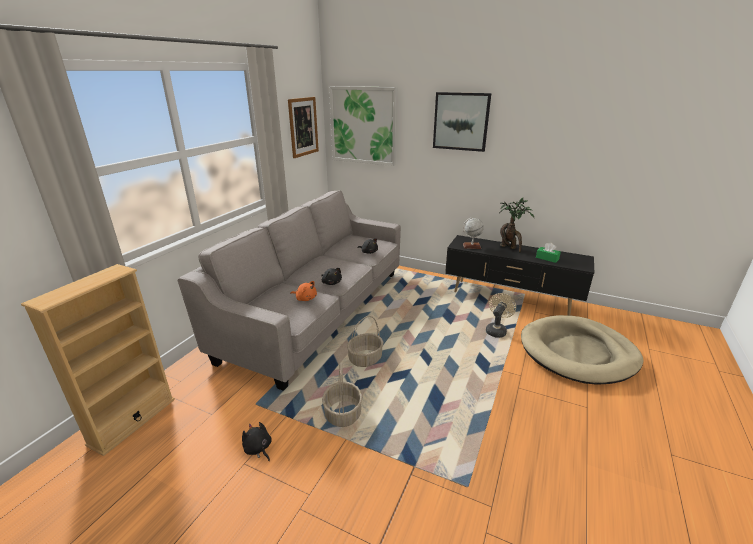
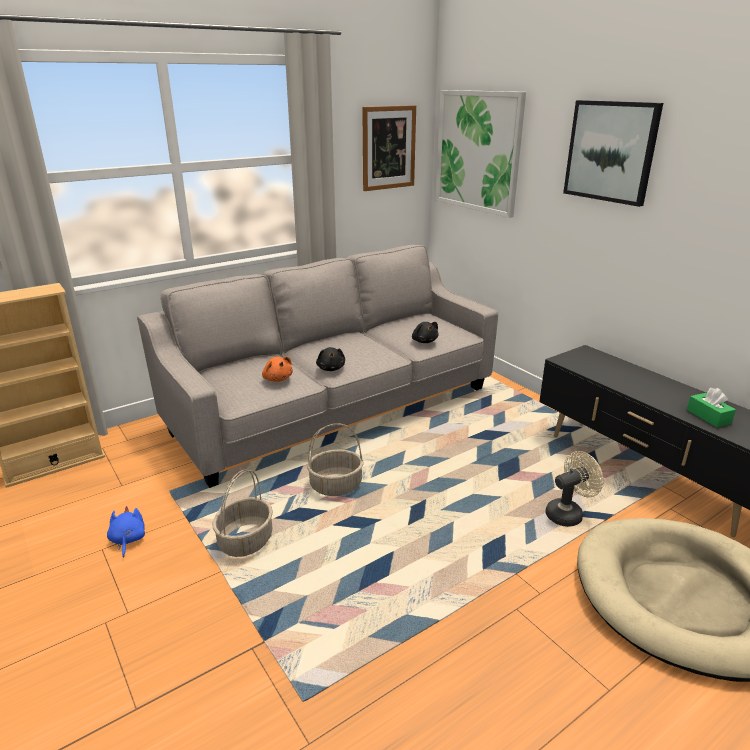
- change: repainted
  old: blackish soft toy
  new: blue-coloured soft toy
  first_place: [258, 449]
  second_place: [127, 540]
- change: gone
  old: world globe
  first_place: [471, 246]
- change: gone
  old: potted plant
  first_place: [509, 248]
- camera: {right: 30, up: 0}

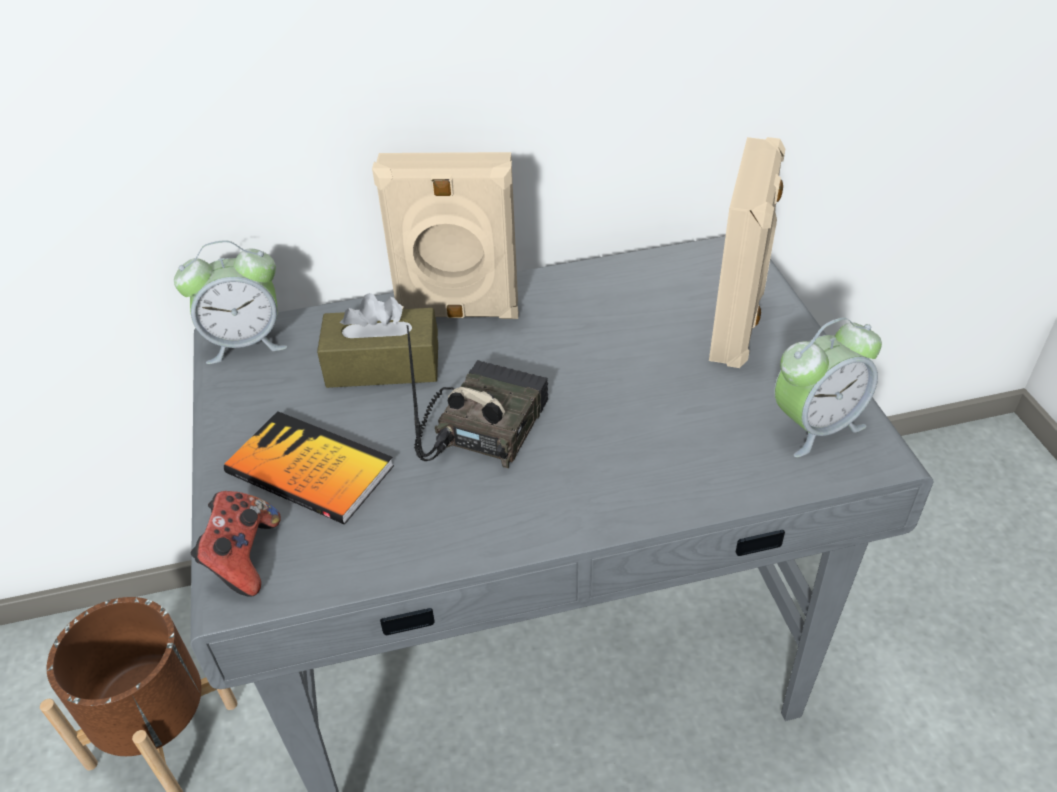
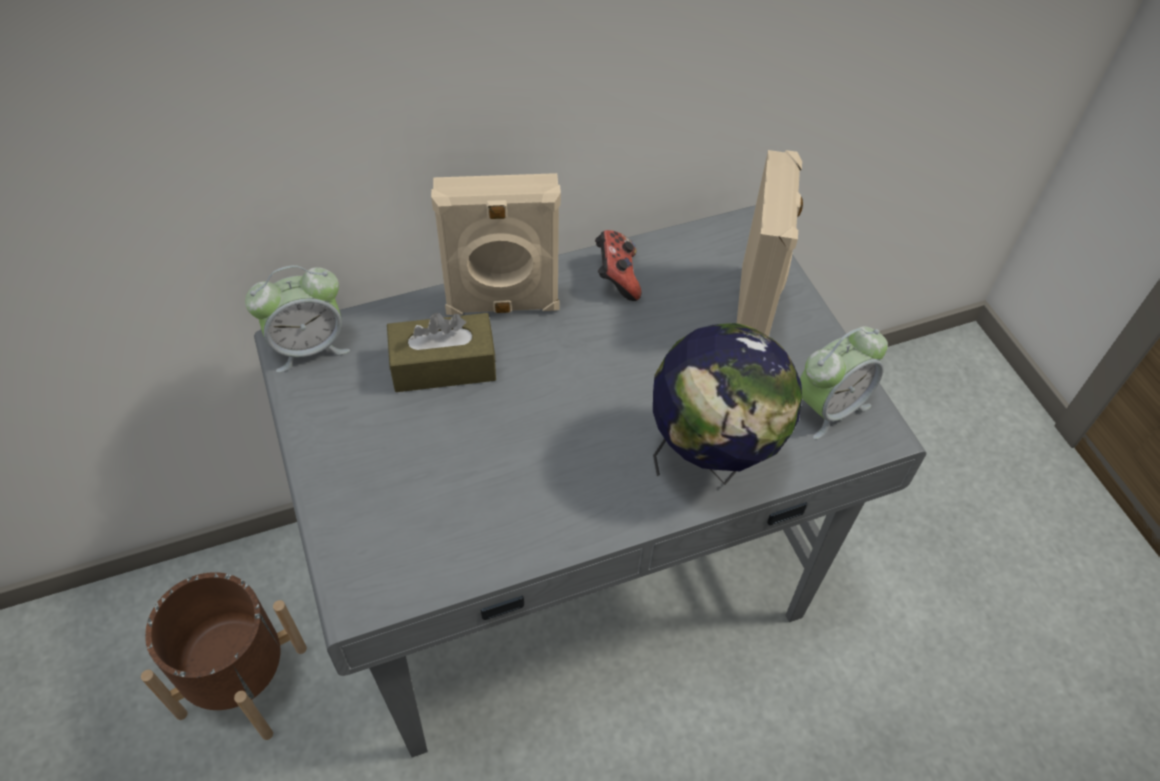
- change: shifted
  old: gamepad
  first_place: [242, 558]
  second_place: [616, 278]
- change: gone
  old: volume
  first_place: [310, 470]
- change: gone
  old: radio receiver
  first_place: [482, 426]
- change: new
  new: world globe
  second_place: [711, 459]
- camera: {right: -10, up: 10}

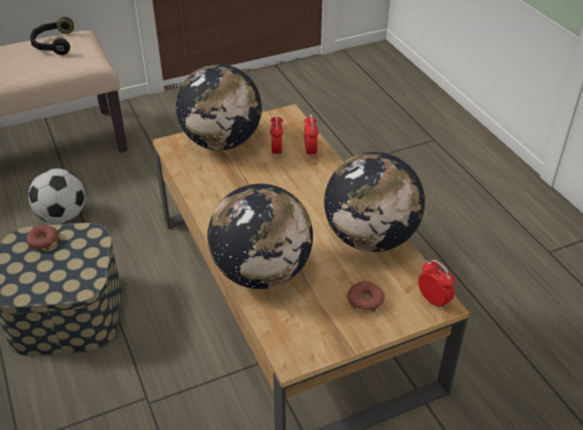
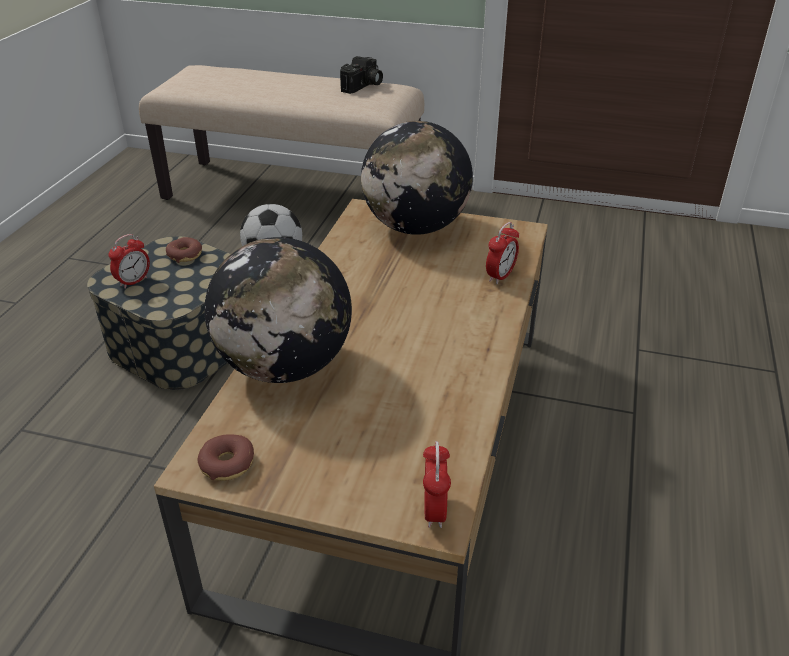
- change: swapped
  old: blackish headphones
  new: still camera
  first_place: [53, 44]
  second_place: [363, 86]
- change: shifted
  old: bedside clock
  first_place: [277, 151]
  second_place: [133, 281]
- change: gone
  old: world globe
  first_place: [370, 238]
- change: shifted
  old: ring doughnut
  first_place: [365, 301]
  second_place: [227, 464]
- camera: {right: 40, up: -5}

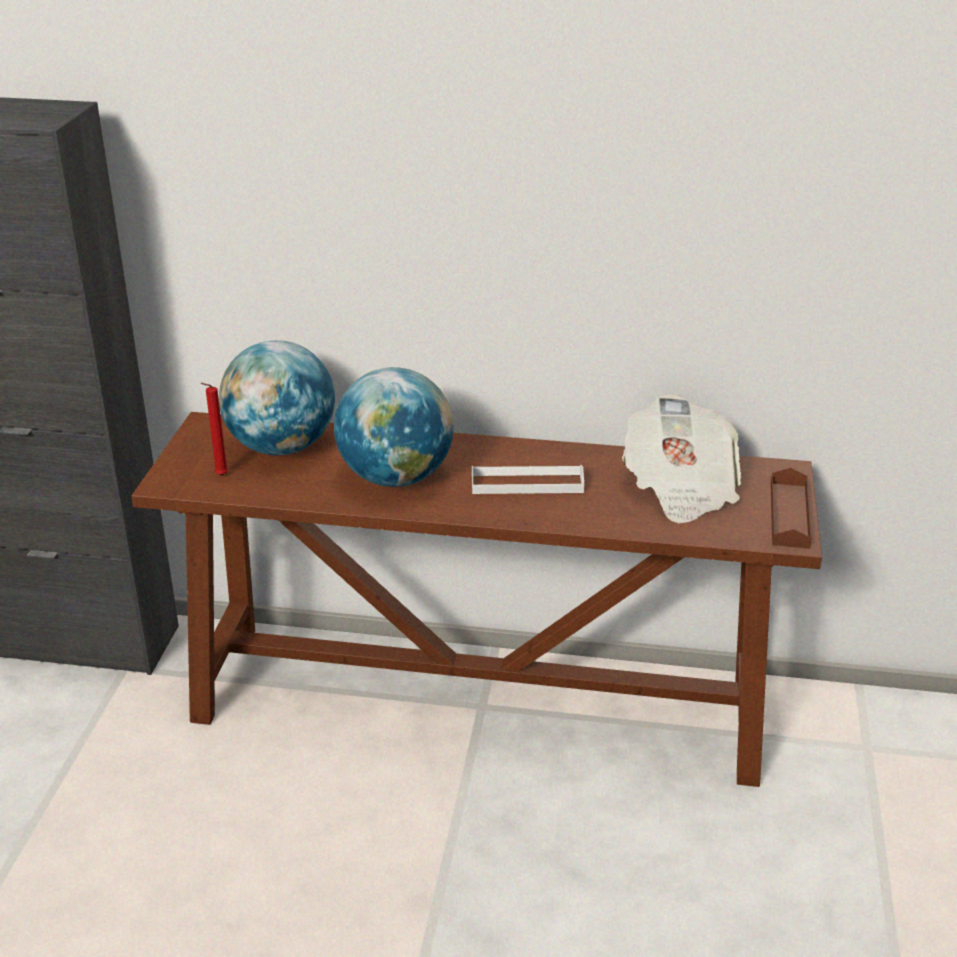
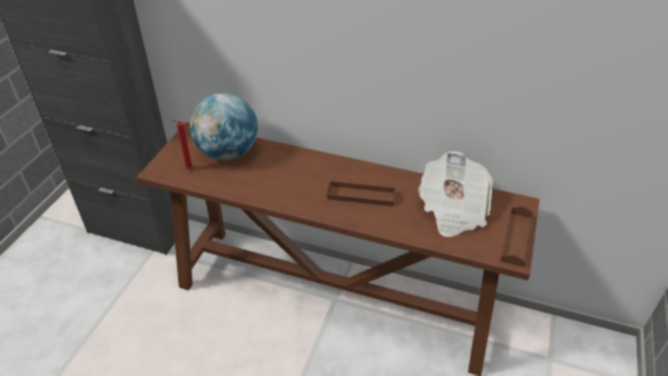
- change: gone
  old: world globe
  first_place: [396, 478]
- change: repainted
  old: whitish tray
  new: brownish tray
  first_place: [527, 484]
  second_place: [361, 195]
- camera: {right: 10, up: 10}

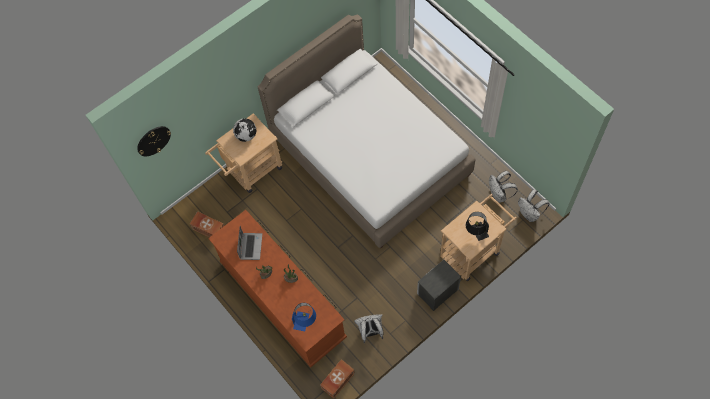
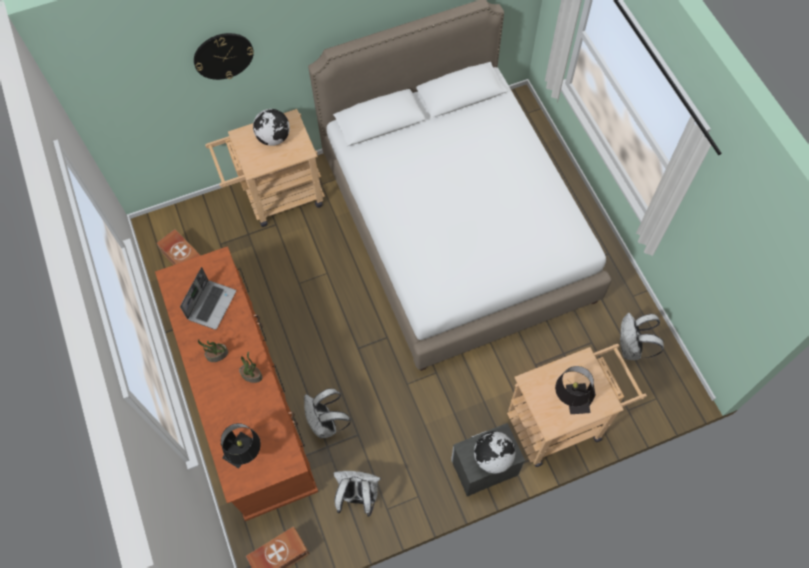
- change: shifted
  old: clock on the wall
  first_place: [153, 140]
  second_place: [223, 56]
- change: repainted
  old: blue-coloured table lamp
  new: blackish table lamp
  first_place: [305, 322]
  second_place: [245, 453]
- change: shifted
  old: whitish knapsack
  first_place: [530, 214]
  second_place: [326, 424]
- change: new
  new: world globe
  second_place: [492, 457]
- camera: {right: 15, up: 0}

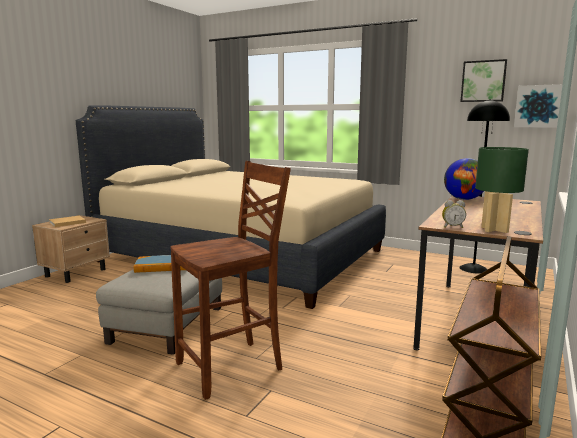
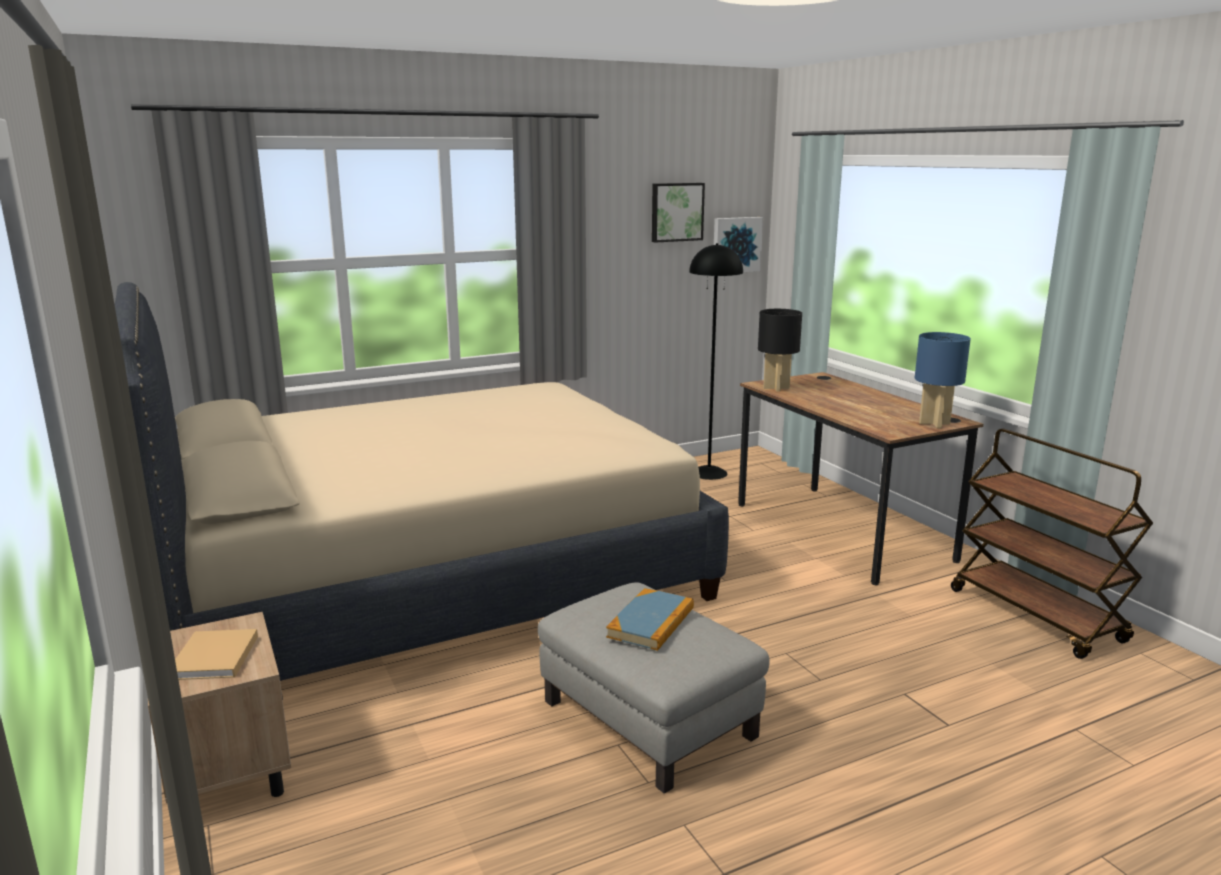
- change: gone
  old: brownish chair
  first_place: [232, 367]
- change: gone
  old: bedside clock
  first_place: [452, 227]
- change: swapped
  old: world globe
  new: blackish table lamp
  first_place: [464, 199]
  second_place: [776, 388]
- change: repainted
  old: green table lamp
  new: blue-coloured table lamp
  first_place: [494, 229]
  second_place: [934, 423]
- camera: {right: -55, up: 5}

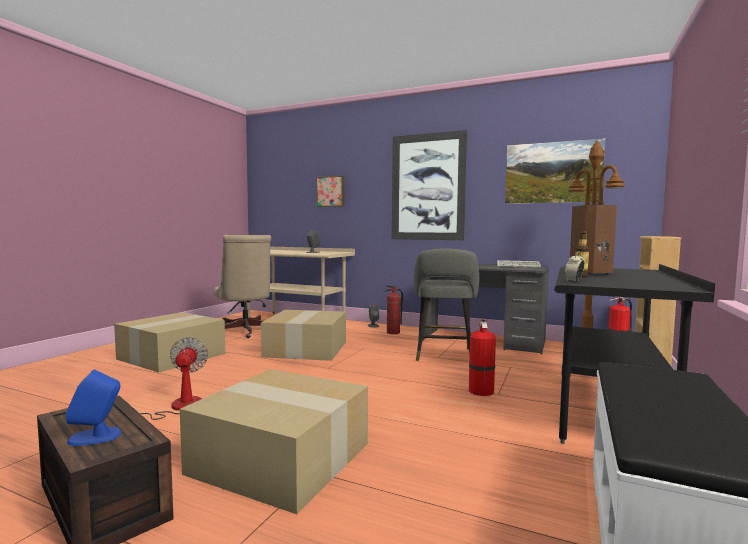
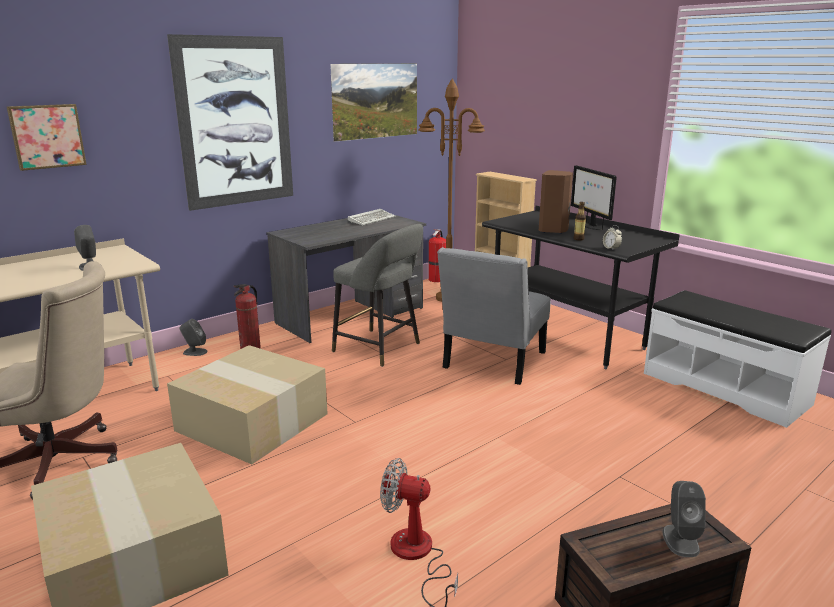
- change: repainted
  old: blue-coloured speaker
  new: grey speaker
  first_place: [95, 437]
  second_place: [680, 540]
- change: gone
  old: packing box
  first_place: [284, 457]
- change: swapped
  old: extinguisher
  new: grey chair
  first_place: [480, 390]
  second_place: [492, 363]
- change: new
  new: computer display
  second_place: [591, 226]
- camera: {right: -65, up: 15}

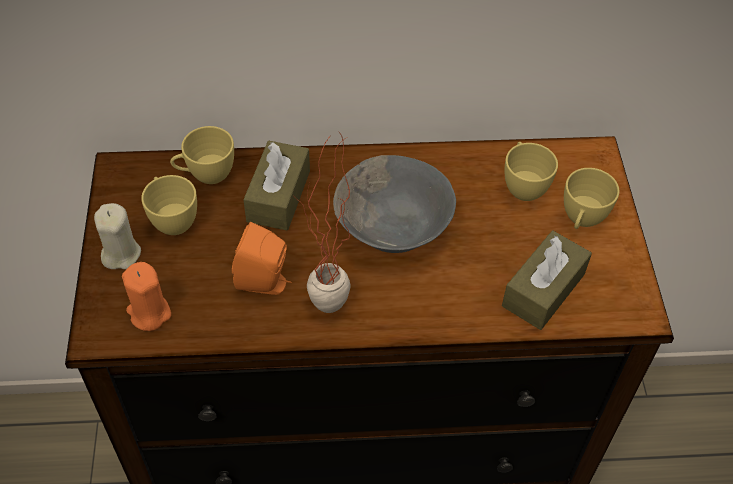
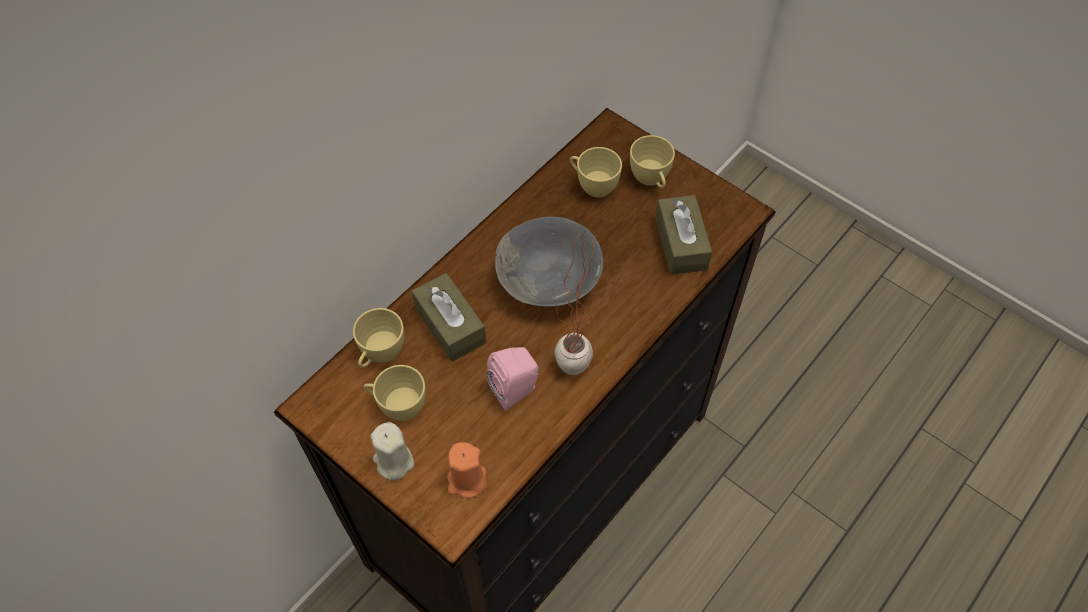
- change: repainted
  old: orange-coloured speaker
  new: pink speaker
  first_place: [265, 283]
  second_place: [516, 390]
- camera: {right: -45, up: 5}

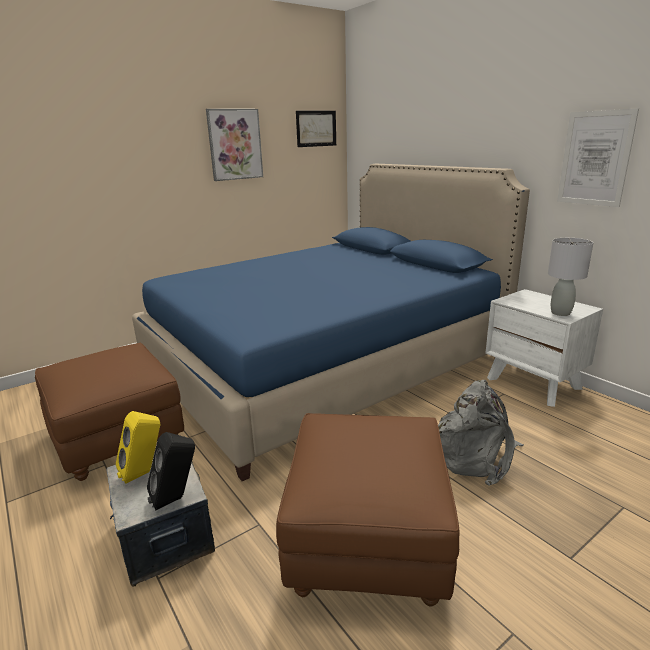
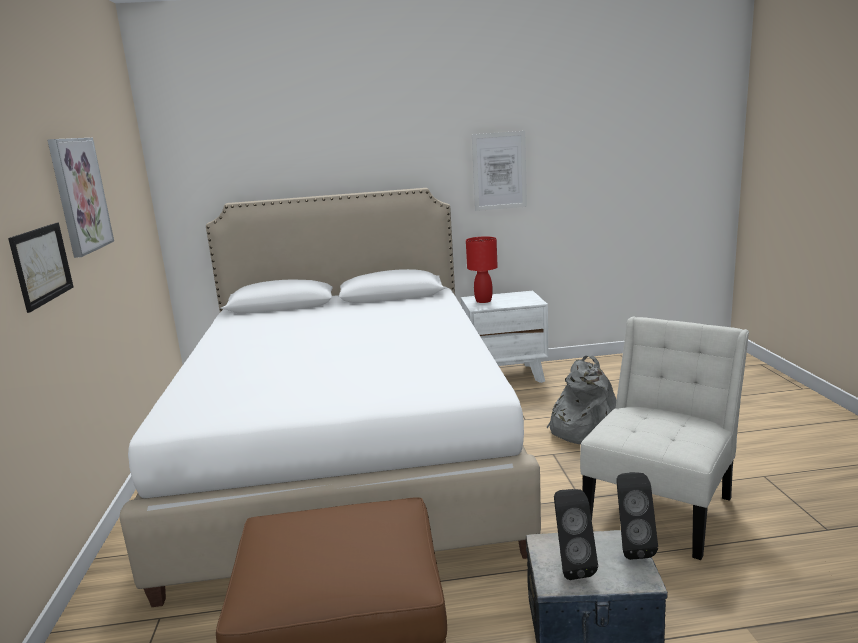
- change: repainted
  old: yellow speaker
  new: blackish speaker
  first_place: [144, 473]
  second_place: [570, 566]
- change: repainted
  old: blue-coloured sleeping bed
  new: whitish sleeping bed
  first_place: [325, 364]
  second_place: [347, 455]
- change: swapped
  old: brownish footrest
  new: whitish chair
  first_place: [368, 543]
  second_place: [661, 506]
- change: shifted
  old: wall picture
  first_place: [316, 128]
  second_place: [42, 265]
- change: gone
  old: grey table lamp
  first_place: [561, 313]
- change: new
  new: red table lamp
  second_place: [483, 301]
- camera: {right: -60, up: -5}

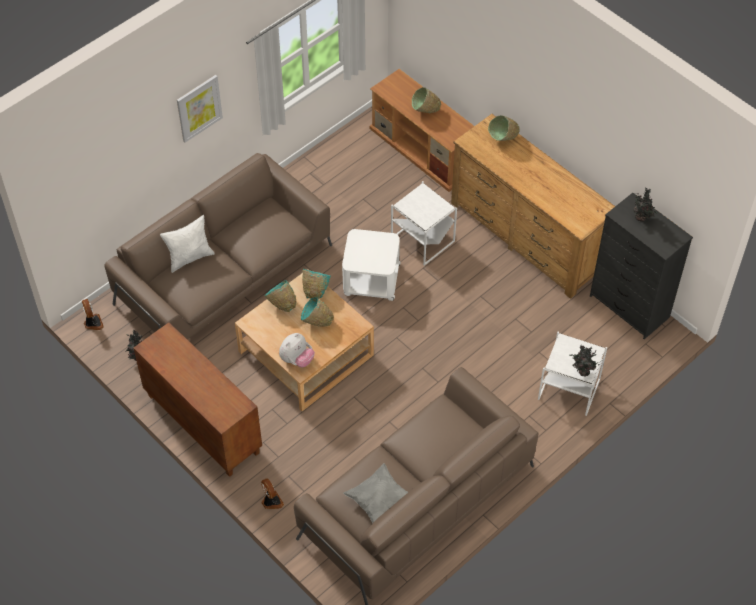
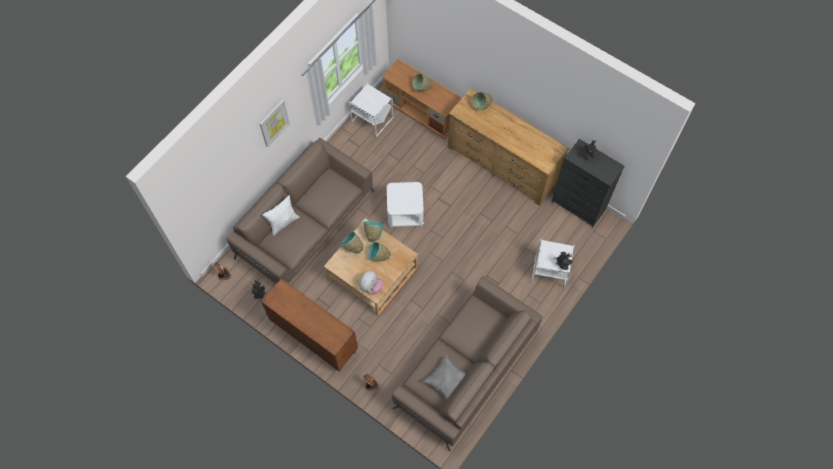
- change: shifted
  old: whitish end table
  first_place: [422, 241]
  second_place: [372, 120]
- camera: {right: -10, up: 10}

